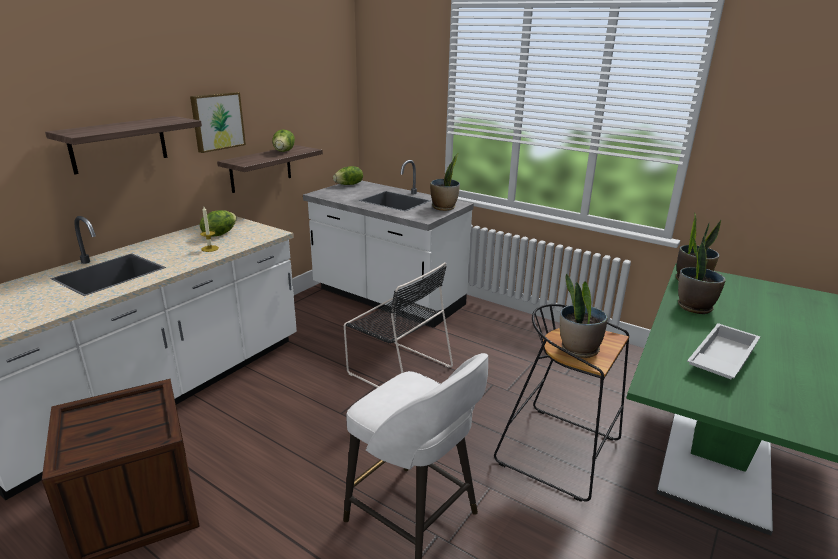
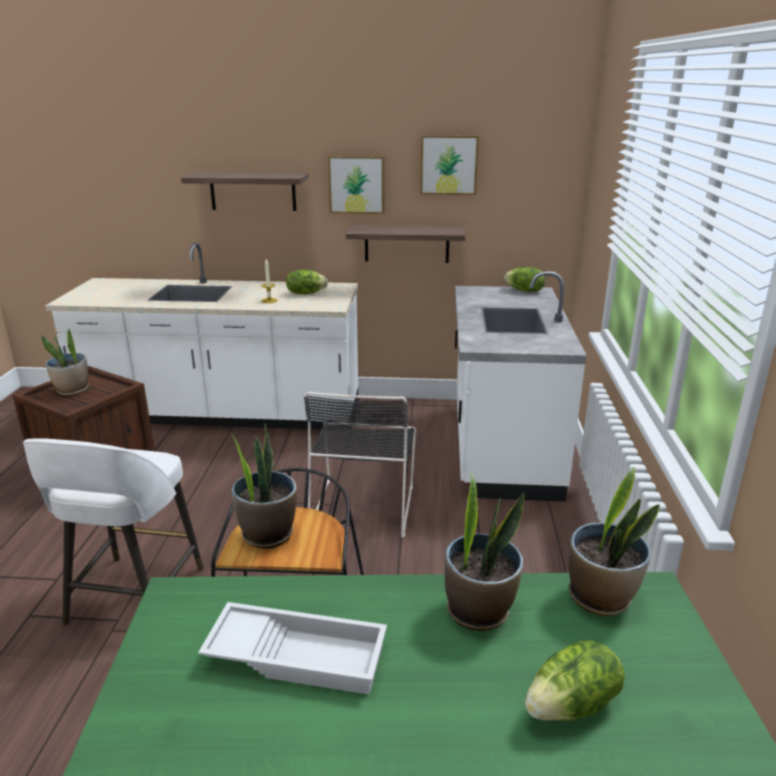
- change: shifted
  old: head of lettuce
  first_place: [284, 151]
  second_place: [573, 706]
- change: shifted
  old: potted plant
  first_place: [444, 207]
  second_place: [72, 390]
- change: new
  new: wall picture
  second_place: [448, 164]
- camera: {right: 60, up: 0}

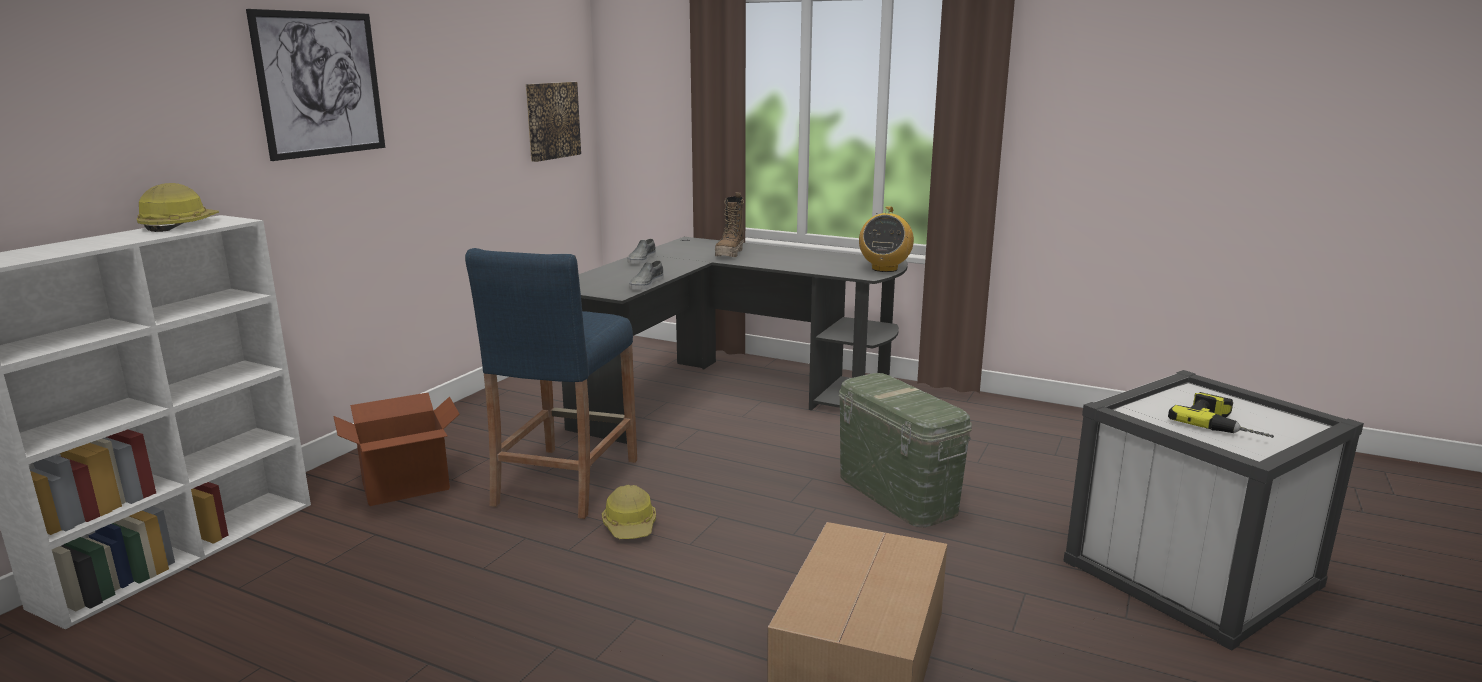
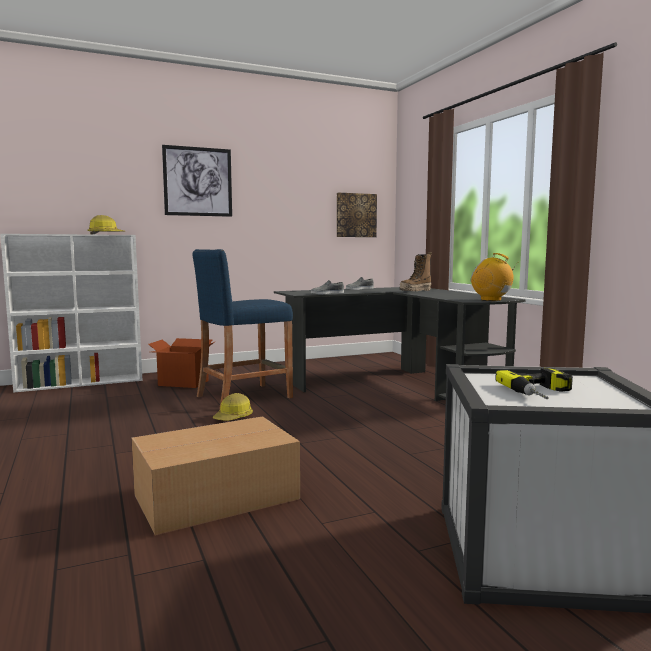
- change: gone
  old: green storage container
  first_place: [896, 494]
- change: rotated
  old: radio receiver
  first_place: [884, 268]
  second_place: [491, 300]
  degrees: 75
- camera: {right: 40, up: -10}

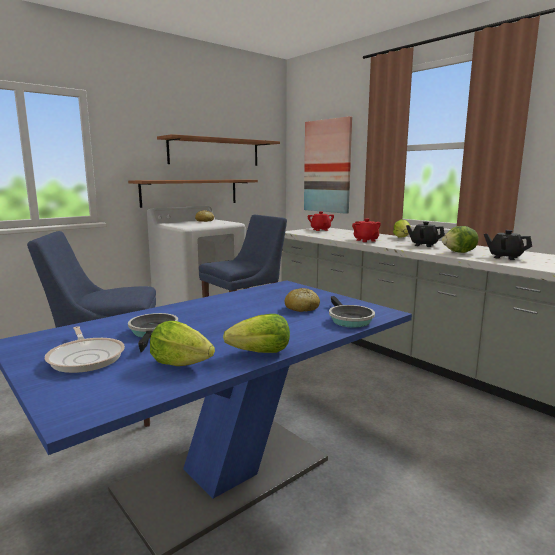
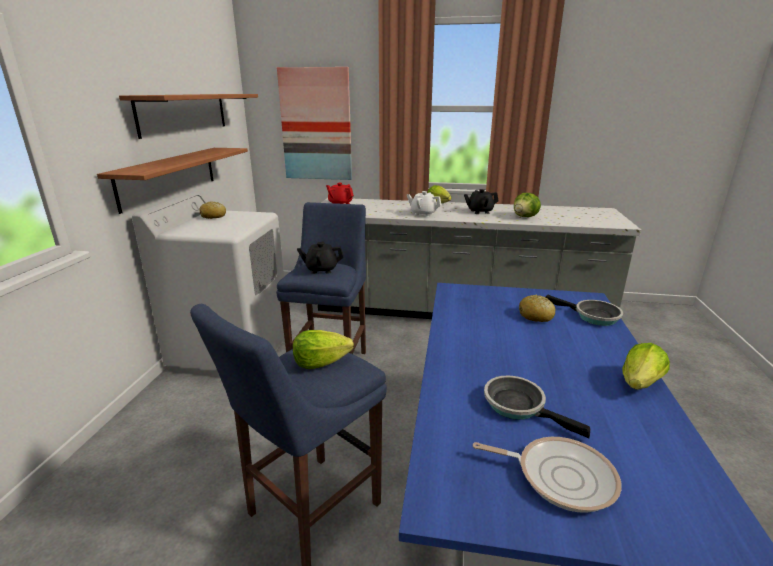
- change: shifted
  old: head of lettuce
  first_place: [181, 363]
  second_place: [320, 363]
- change: repainted
  old: red tea pot
  new: whitish tea pot
  first_place: [365, 240]
  second_place: [423, 214]
- change: shifted
  old: blackish tea pot
  first_place: [505, 257]
  second_place: [321, 269]
- camera: {right: -40, up: 10}

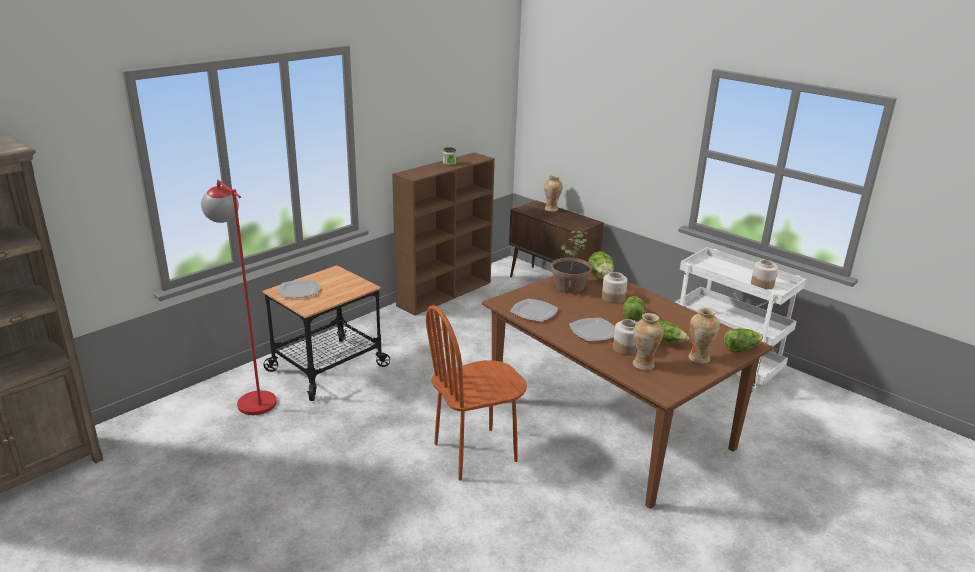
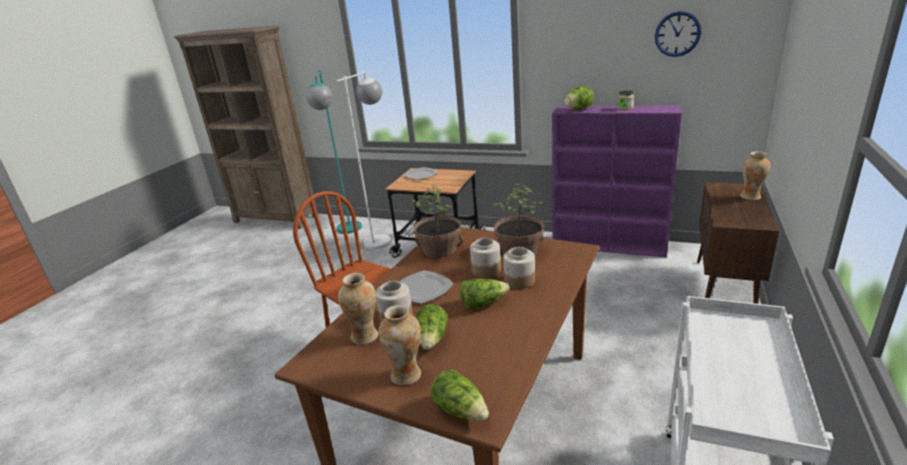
- change: repainted
  old: red floor lamp
  new: whitish floor lamp
  first_place: [251, 397]
  second_place: [383, 238]
- change: repainted
  old: brownish shelving unit
  new: purple-coloured shelving unit
  first_place: [445, 293]
  second_place: [610, 245]
- change: swapped
  old: dinner plate
  new: potted plant
  first_place: [533, 312]
  second_place: [440, 249]
- change: shifted
  old: head of lettuce
  first_place: [600, 277]
  second_place: [578, 109]
- change: shifted
  old: jar
  first_place: [762, 284]
  second_place: [486, 270]
- change: new
  new: turquoise-coloured floor lamp
  second_place: [348, 232]
- change: new
  new: clock on the wall
  second_place: [677, 34]
- camera: {right: 70, up: 0}

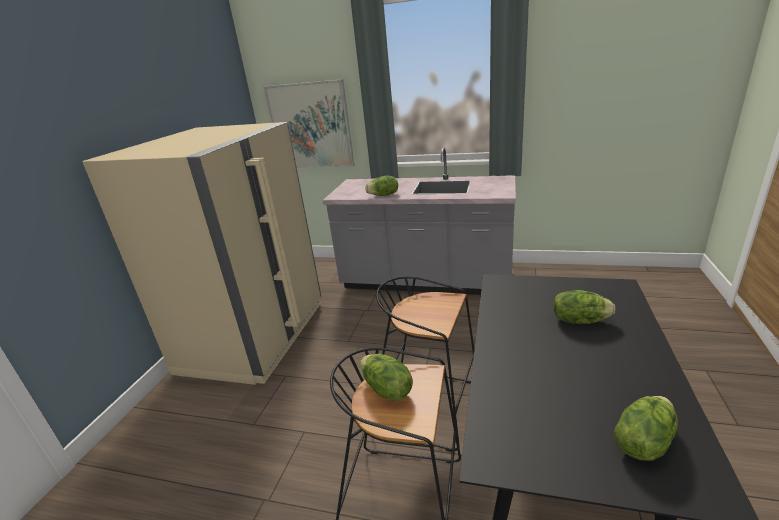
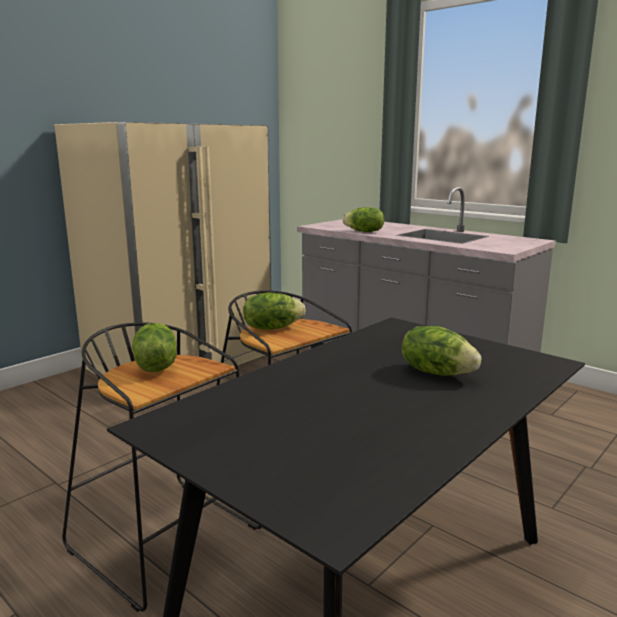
- change: gone
  old: wall picture
  first_place: [310, 126]
- change: shifted
  old: head of lettuce
  first_place: [642, 441]
  second_place: [272, 328]
- camera: {right: 25, up: -10}

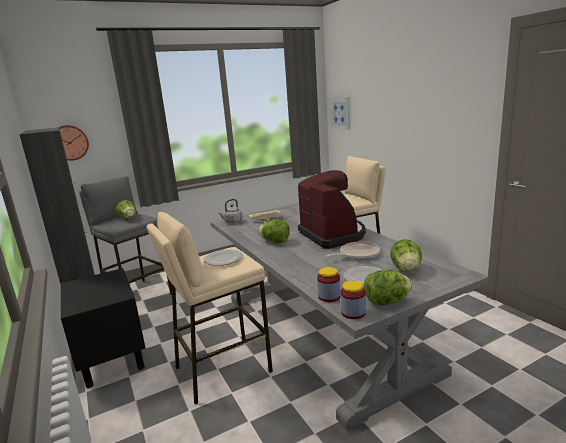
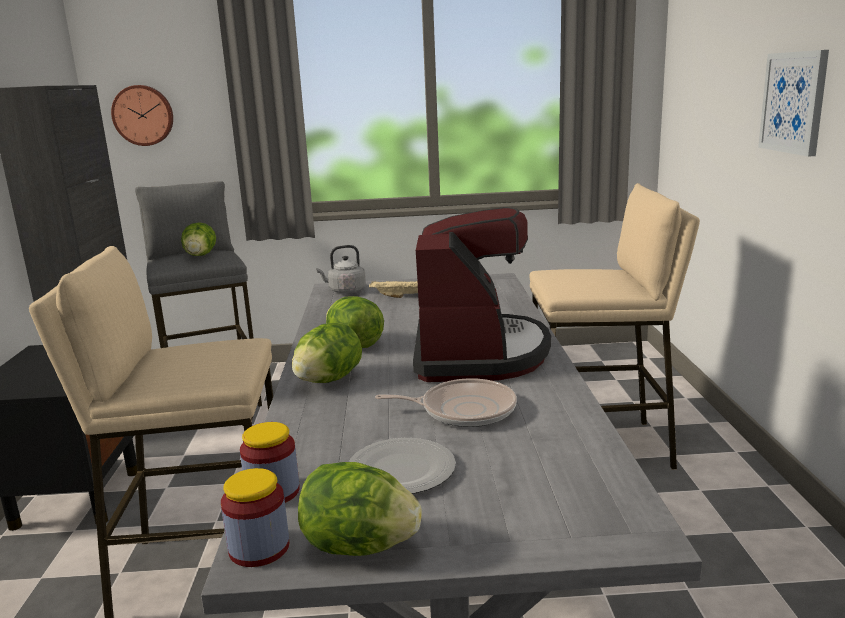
- change: gone
  old: dinner plate
  first_place: [224, 259]
- change: shifted
  old: wall picture
  first_place: [340, 113]
  second_place: [794, 102]
- change: shifted
  old: head of lettuce
  first_place: [406, 269]
  second_place: [328, 380]
- camera: {right: 25, up: 0}

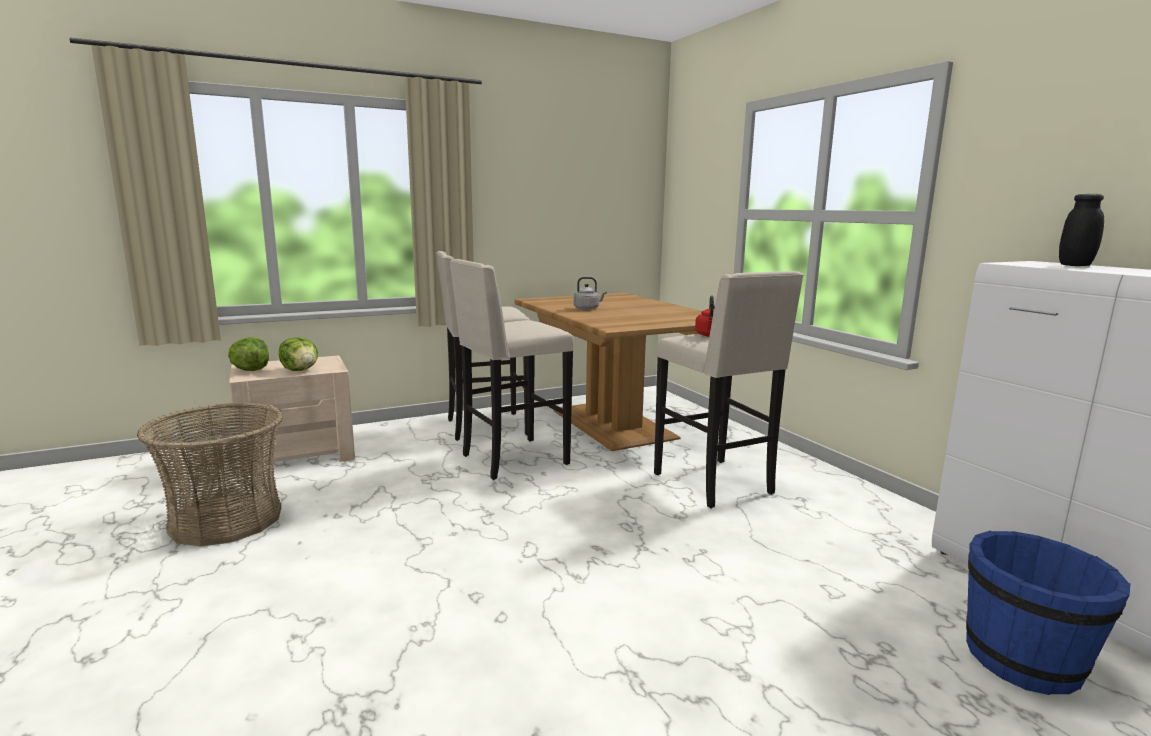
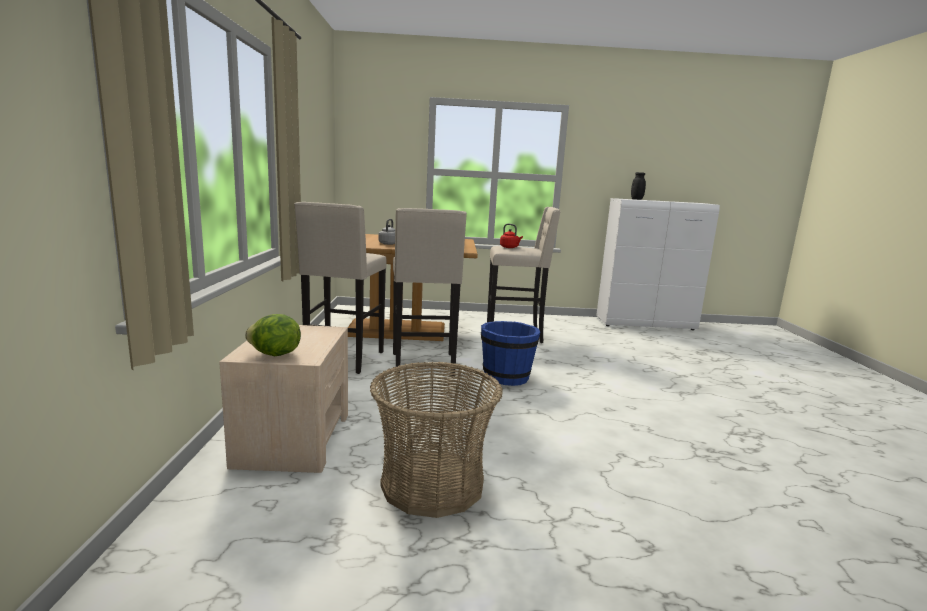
- change: gone
  old: head of lettuce
  first_place: [301, 370]
- change: shifted
  old: blue-coloured pail
  first_place: [1024, 660]
  second_place: [506, 377]
- camera: {right: -65, up: 0}

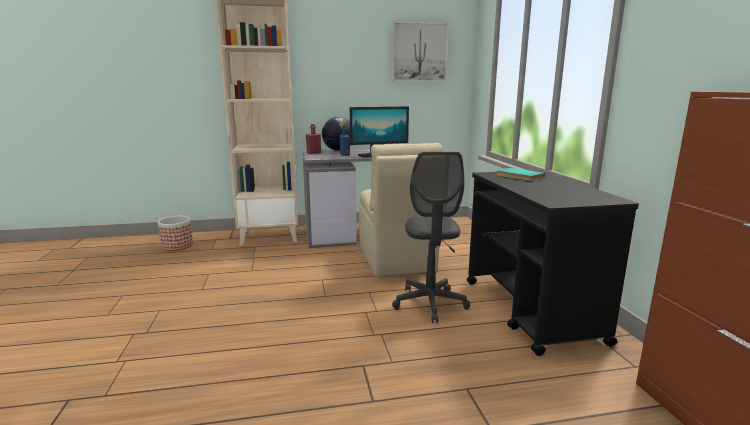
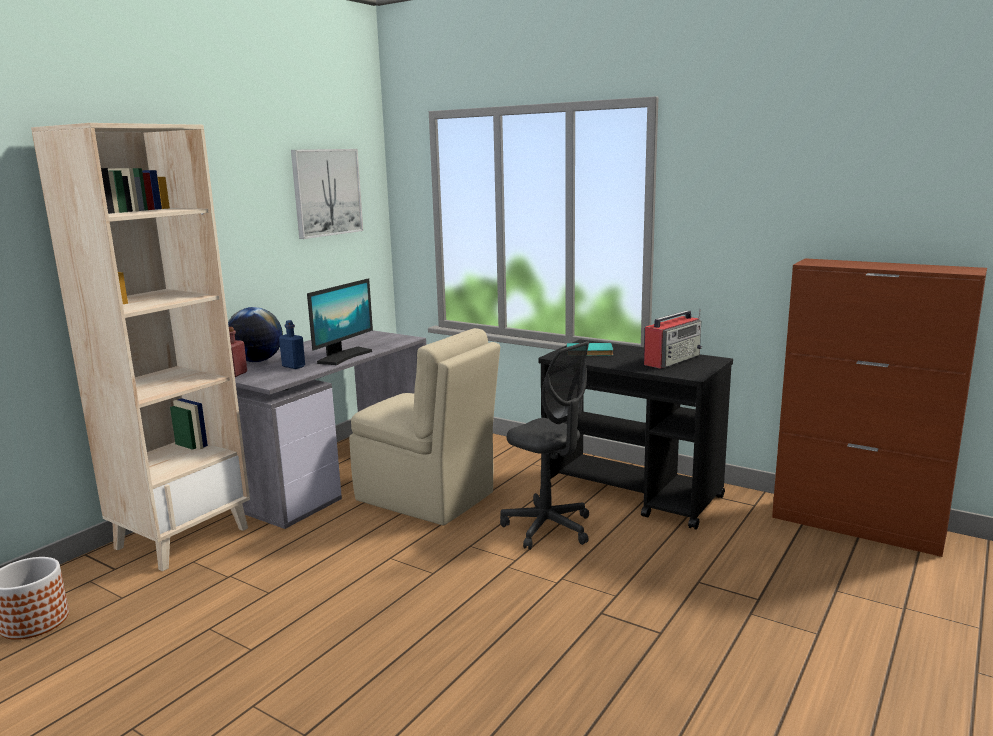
- change: new
  new: radio receiver
  second_place: [672, 360]
- camera: {right: -45, up: 0}

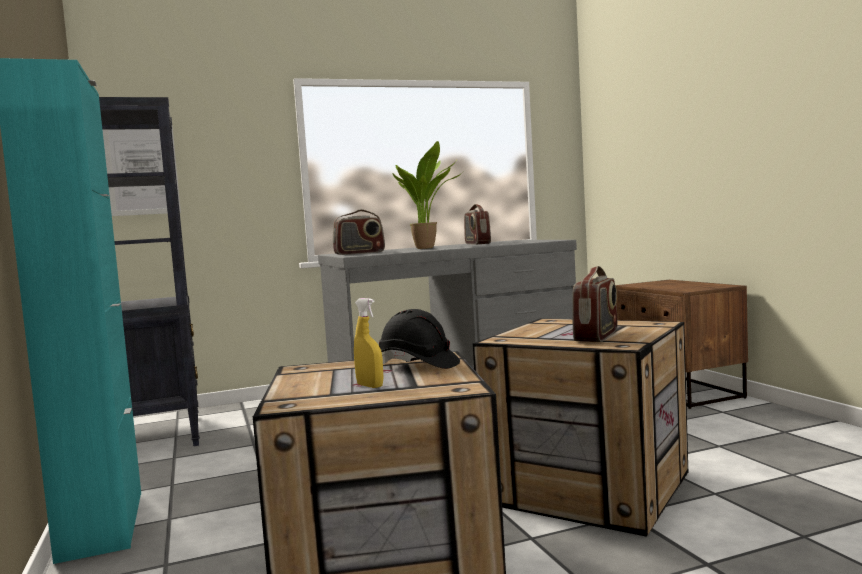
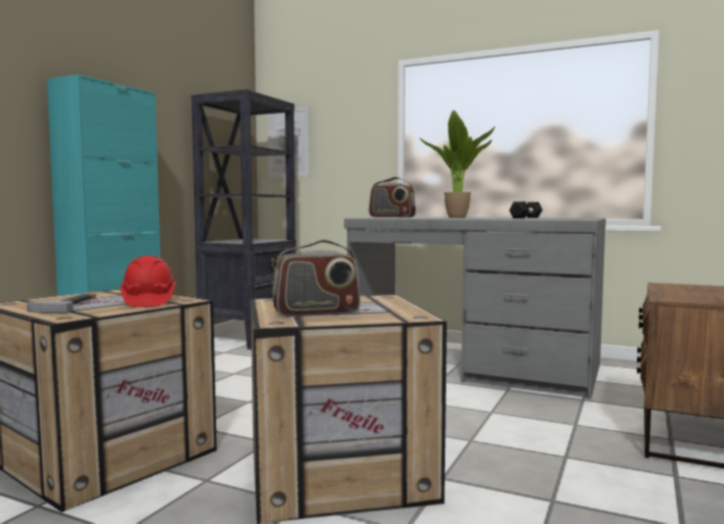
- change: swapped
  old: yellow sprayer
  new: hammer
  first_place: [370, 386]
  second_place: [69, 305]
- change: repainted
  old: blackish hard hat
  new: red hard hat
  first_place: [418, 365]
  second_place: [148, 302]
- change: swapped
  old: radio receiver
  new: blackish hand weight
  first_place: [477, 243]
  second_place: [526, 217]
- camera: {right: 45, up: 0}

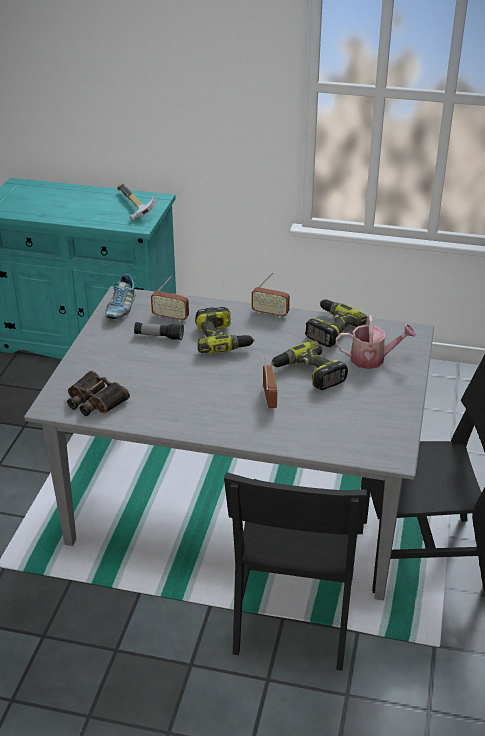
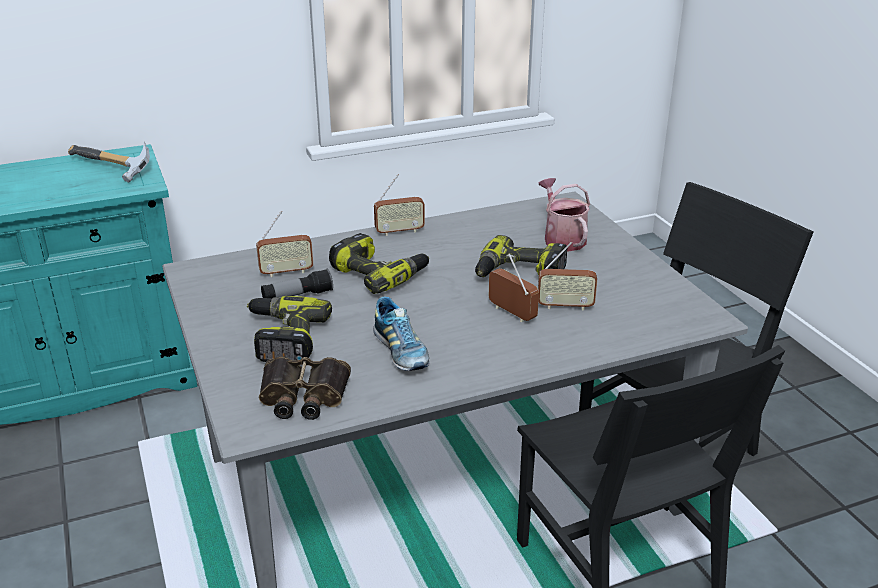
- change: shifted
  old: item of footwear
  first_place: [121, 308]
  second_place: [401, 352]
- change: shifted
  old: electric drill
  first_place: [330, 329]
  second_place: [283, 338]
- change: rotated
  old: watering can
  first_place: [372, 359]
  second_place: [562, 238]
  degrees: -75
- change: new
  new: radio receiver
  second_place: [565, 306]
- camera: {right: -35, up: -5}

